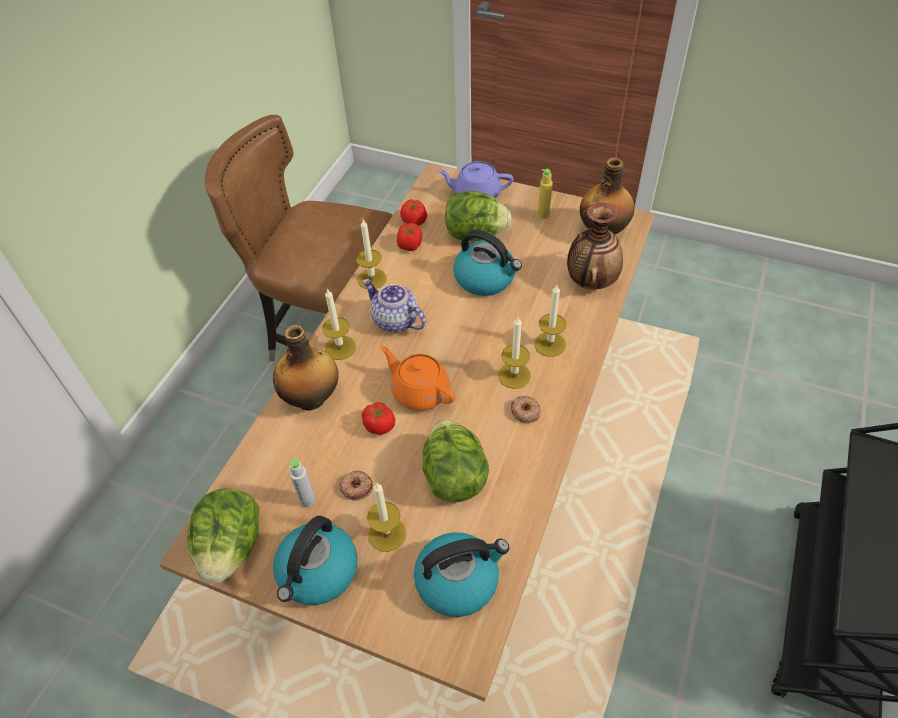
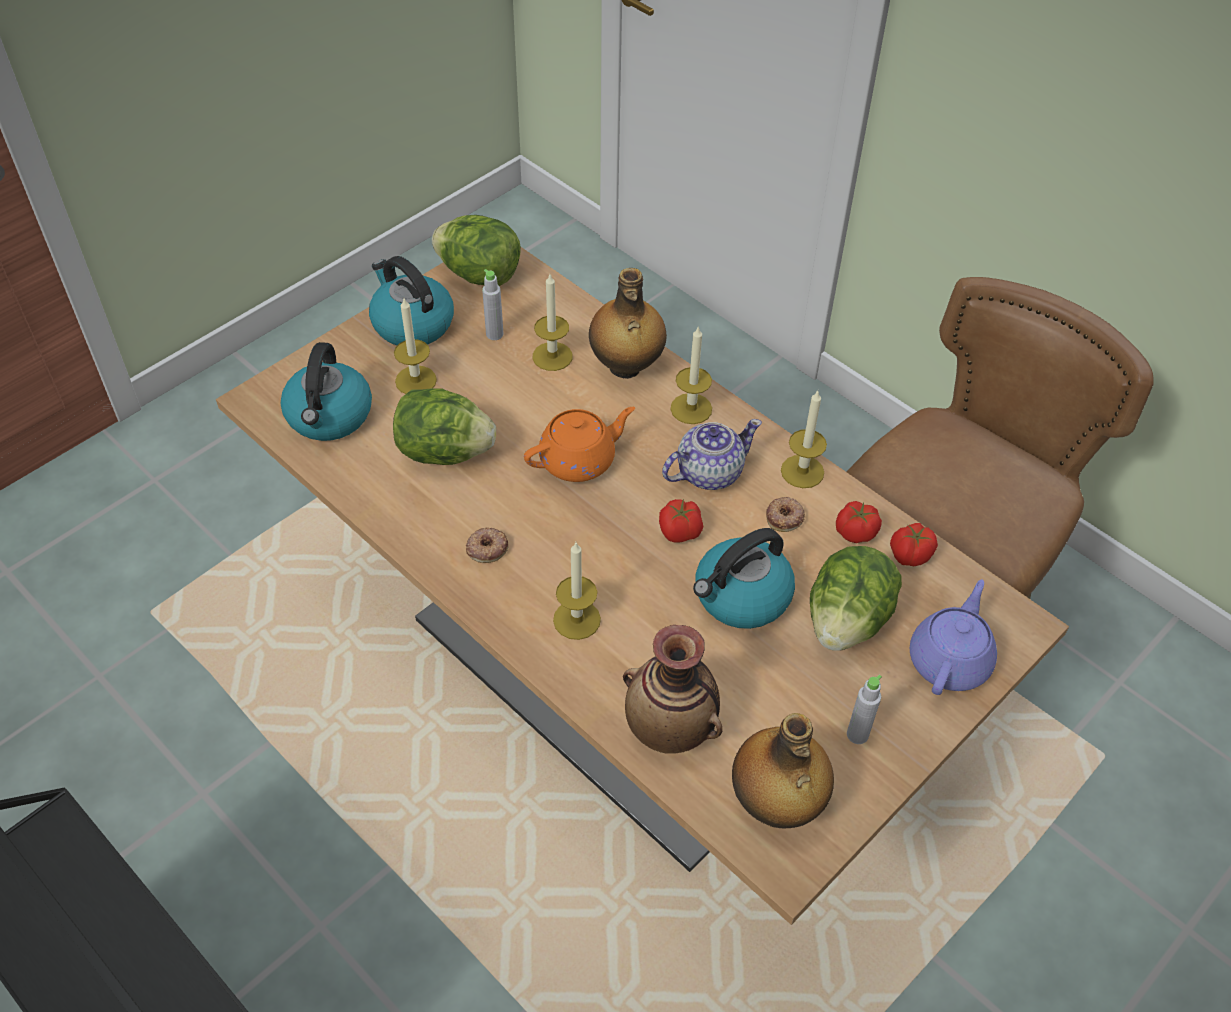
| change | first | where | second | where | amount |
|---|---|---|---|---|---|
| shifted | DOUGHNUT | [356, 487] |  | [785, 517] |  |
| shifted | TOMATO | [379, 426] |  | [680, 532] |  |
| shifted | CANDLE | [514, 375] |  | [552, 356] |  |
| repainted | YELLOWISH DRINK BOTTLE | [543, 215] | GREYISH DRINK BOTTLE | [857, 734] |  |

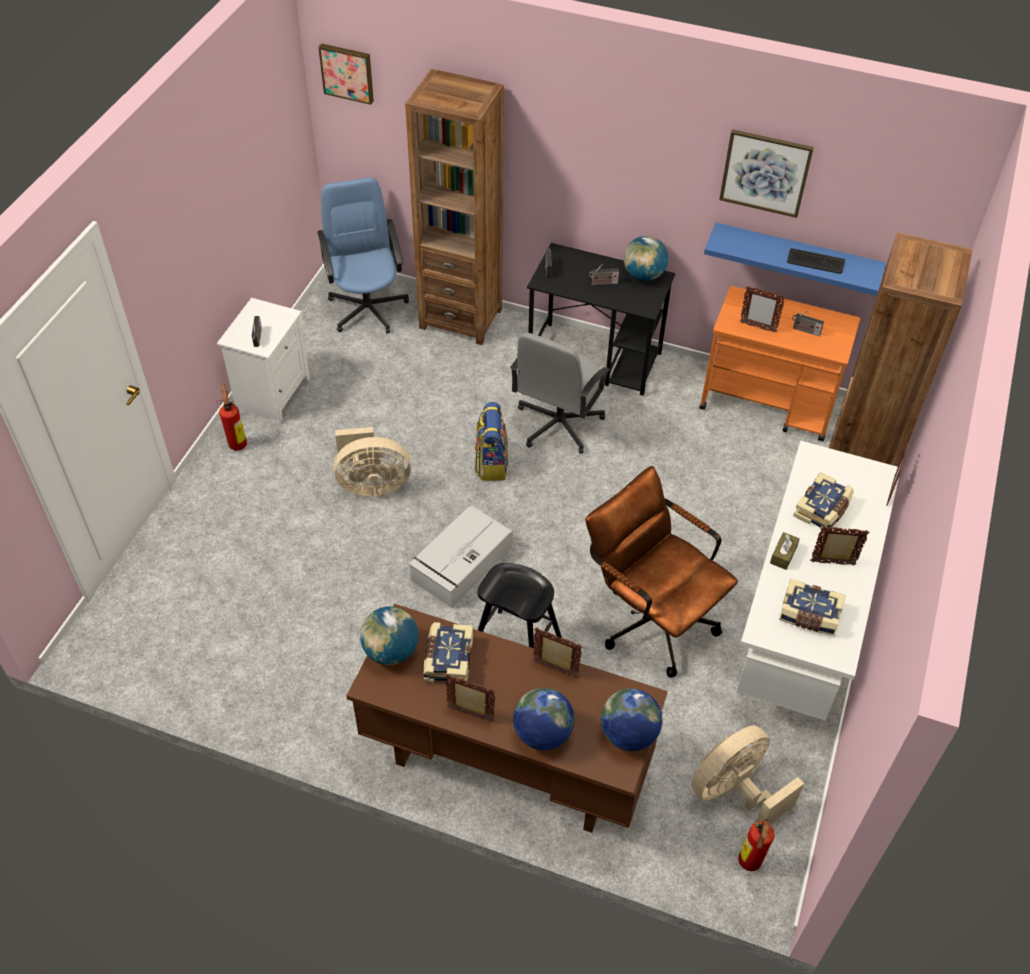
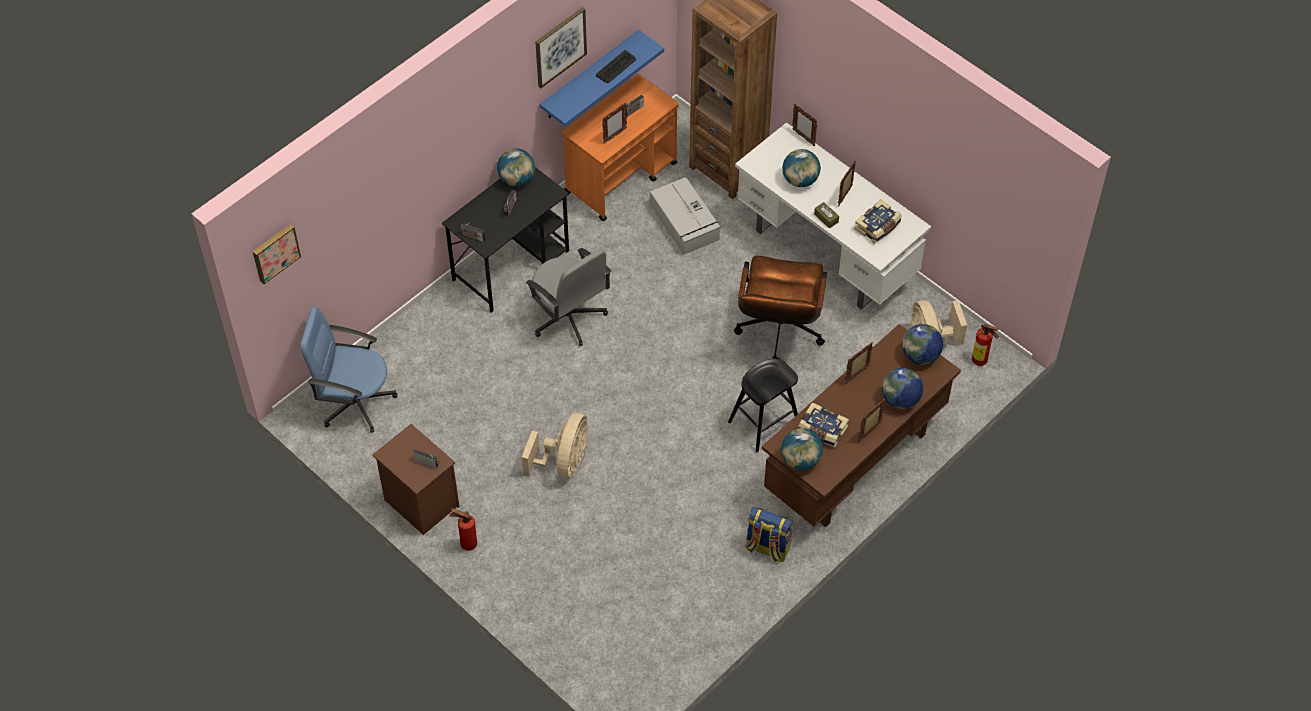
| change | first | where | second | where | amount |
|---|---|---|---|---|---|
| gone | BROWN BOOKCASE | [461, 318] |  |  |  |
| shifted | GREYISH STORAGE BOX | [460, 564] |  | [685, 223] |  |
| shifted | KNAPSACK | [491, 463] |  | [767, 548] |  |
| swapped | BOOK | [822, 509] | WORLD GLOBE | [800, 180] |  |
| repainted | WHITISH NIGHT TABLE | [272, 392] | BROWN NIGHT TABLE | [419, 503] |  |
| rotated | BROWN DESK CHAIR | [650, 618] |  | [778, 335] | 60 degrees counterclockwise |

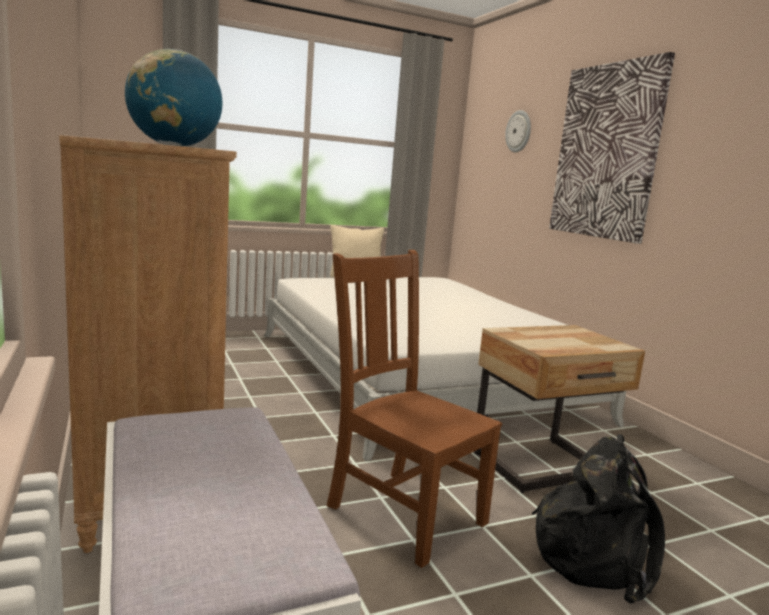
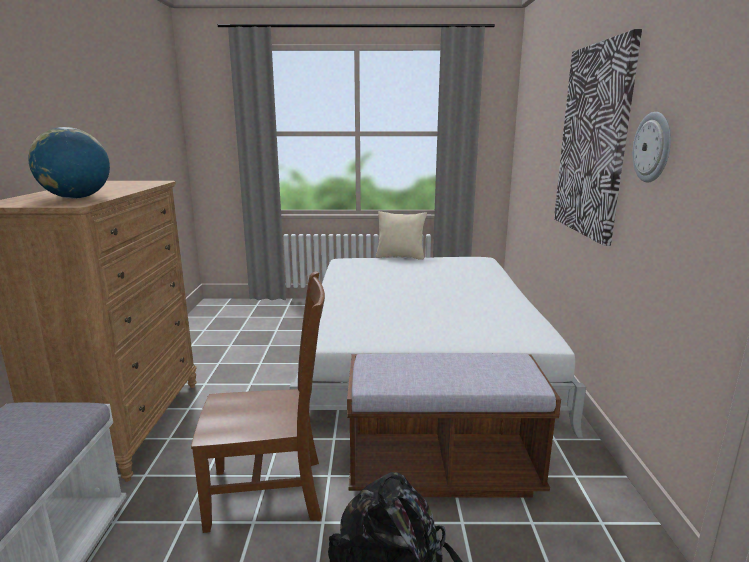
| change | first | where | second | where | amount |
|---|---|---|---|---|---|
| shifted | WALL CLOCK | [519, 131] |  | [653, 147] |  |
| swapped | BEIGE-COLOURED NIGHT TABLE | [542, 467] | BROWN BENCH | [442, 471] |  |
| rotated | BROWN CHAIR | [402, 511] |  | [270, 493] | 105 degrees clockwise |

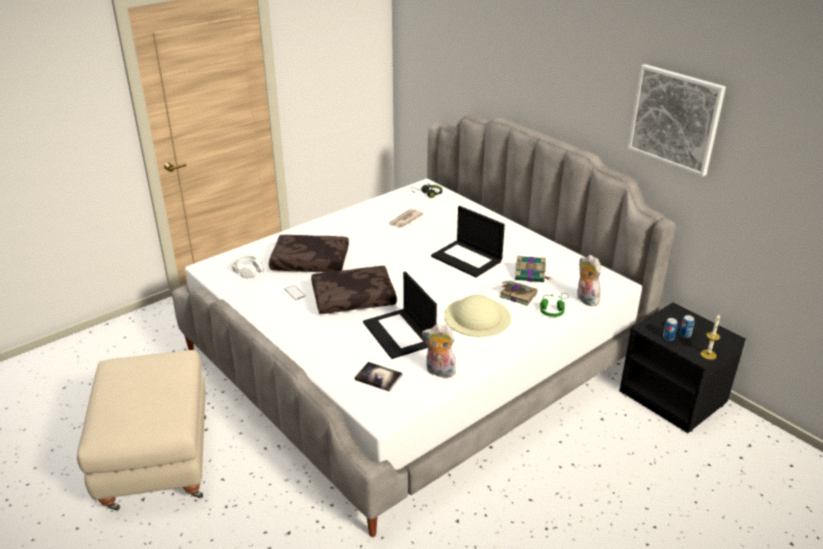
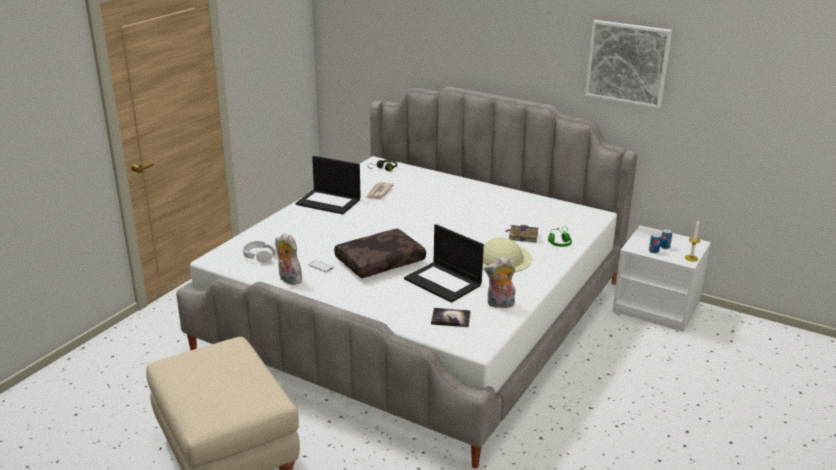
| change | first | where | second | where | amount |
|---|---|---|---|---|---|
| gone | BROWN PILLOW | [309, 262] |  |  |  |
| gone | BOOK | [530, 275] |  |  |  |
| shifted | LAPTOP | [467, 259] |  | [329, 202] |  |
| shifted | SOFT TOY | [585, 299] |  | [288, 279] |  |
| repainted | BLACKISH NIGHT TABLE | [674, 397] | WHITISH NIGHT TABLE | [657, 307] |  |

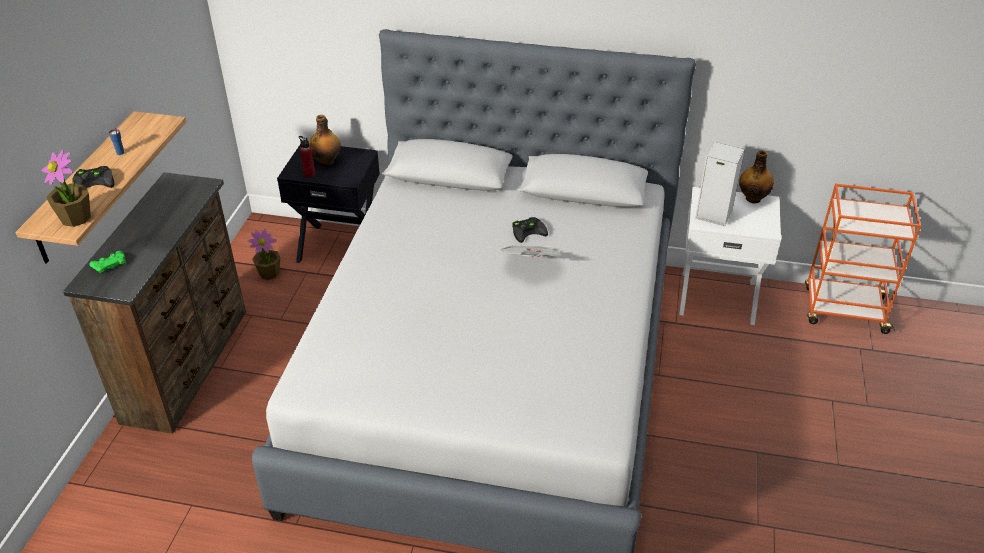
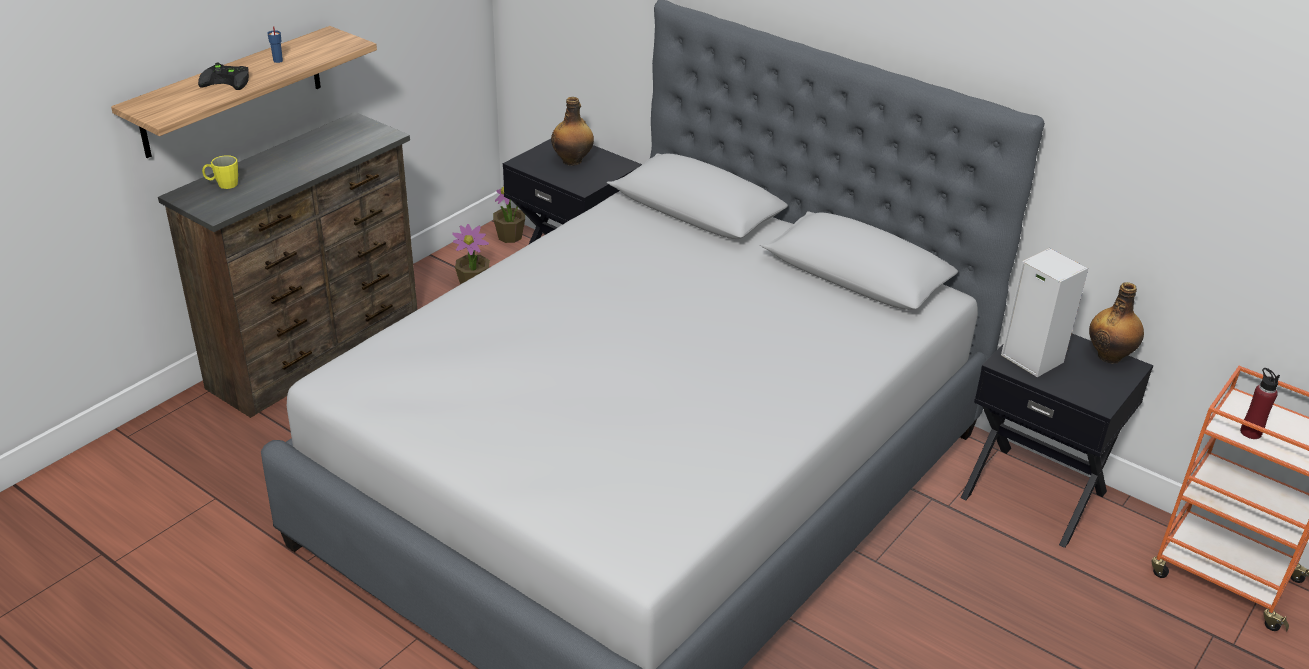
| change | first | where | second | where | amount |
|---|---|---|---|---|---|
| gone | PRINTED PAPER | [533, 264] |  |  |  |
| gone | BLACKISH JOYPAD | [529, 230] |  |  |  |
| shifted | HOUSEPLANT | [76, 218] |  | [510, 237] |  |
| shifted | RED DRINK BOTTLE | [309, 174] |  | [1250, 432] |  |
| swapped | GREEN JOYPAD | [109, 264] | YELLOWISH COFFEE MUG | [223, 184] |  |
| repainted | WHITISH NIGHT TABLE | [717, 296] | BLACKISH NIGHT TABLE | [1034, 493] |  |

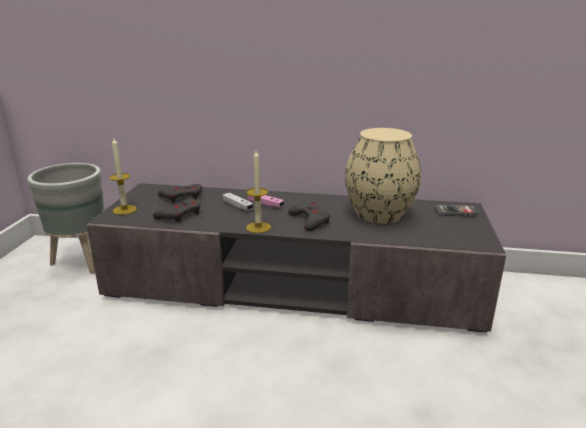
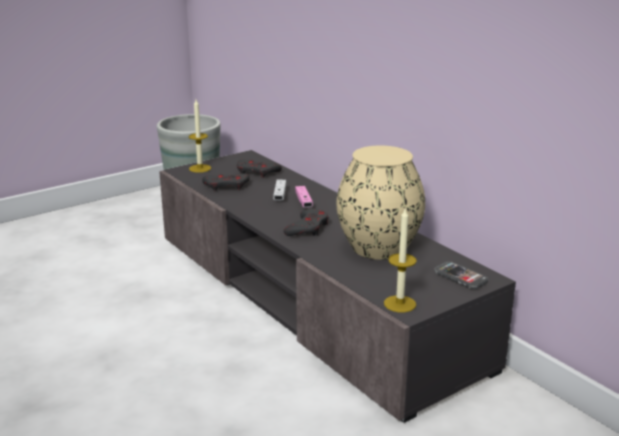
| change | first | where | second | where | amount |
|---|---|---|---|---|---|
| shifted | CANDLE | [258, 227] |  | [400, 304] |  |

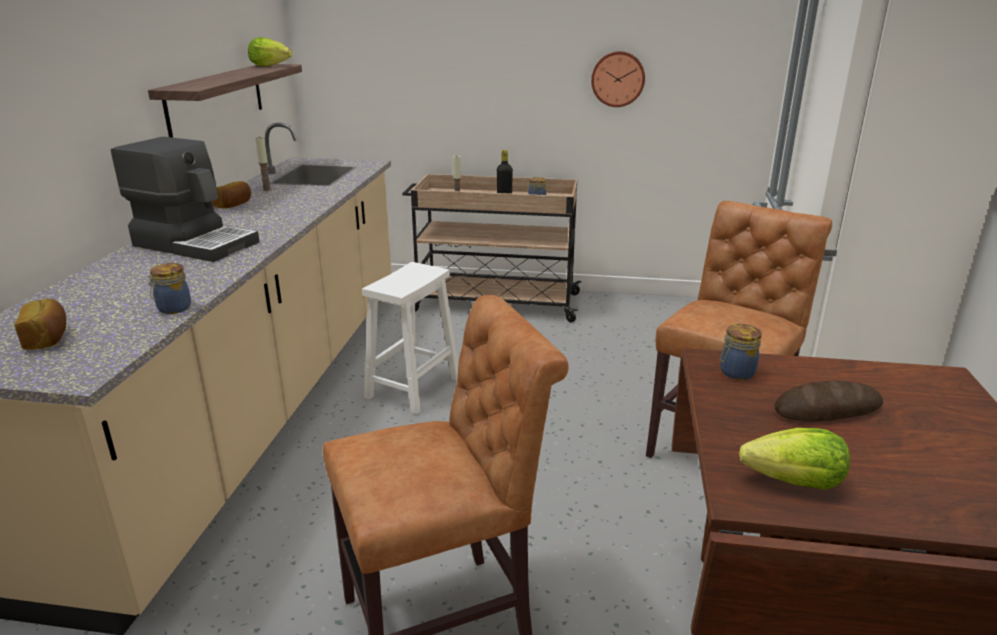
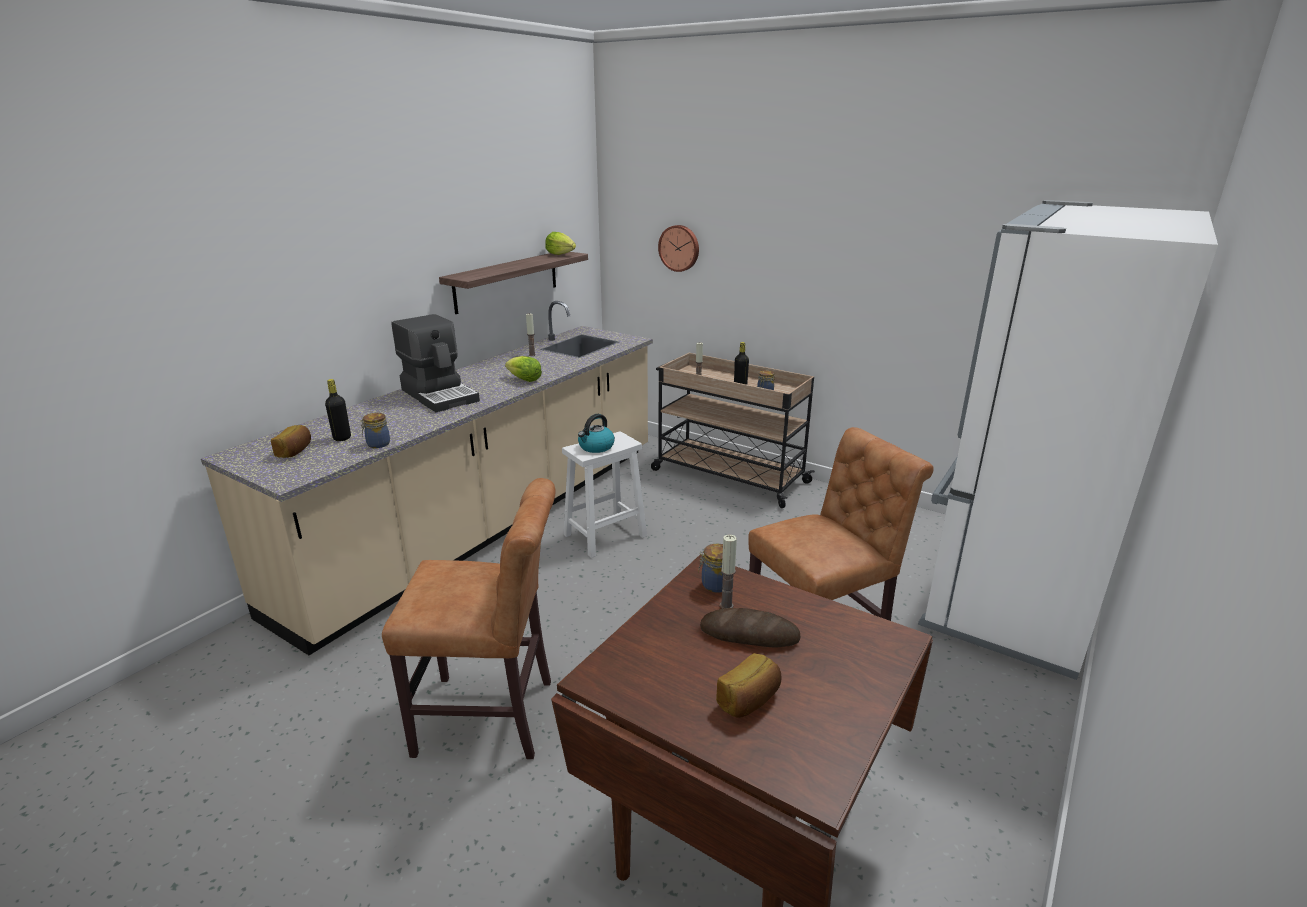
| change | first | where | second | where | amount |
|---|---|---|---|---|---|
| new |  |  | BLACKISH DRINK BOTTLE | [342, 438] |  |
| new |  |  | WATER KETTLE | [596, 447] |  |
| new |  |  | CANDLE | [726, 605] |  |
| shifted | BREAD | [233, 205] |  | [749, 700] |  |
| shifted | WALL CLOCK | [618, 79] |  | [679, 248] |  |
| shifted | LETTUCE HEAD | [794, 483] |  | [524, 380] |  |

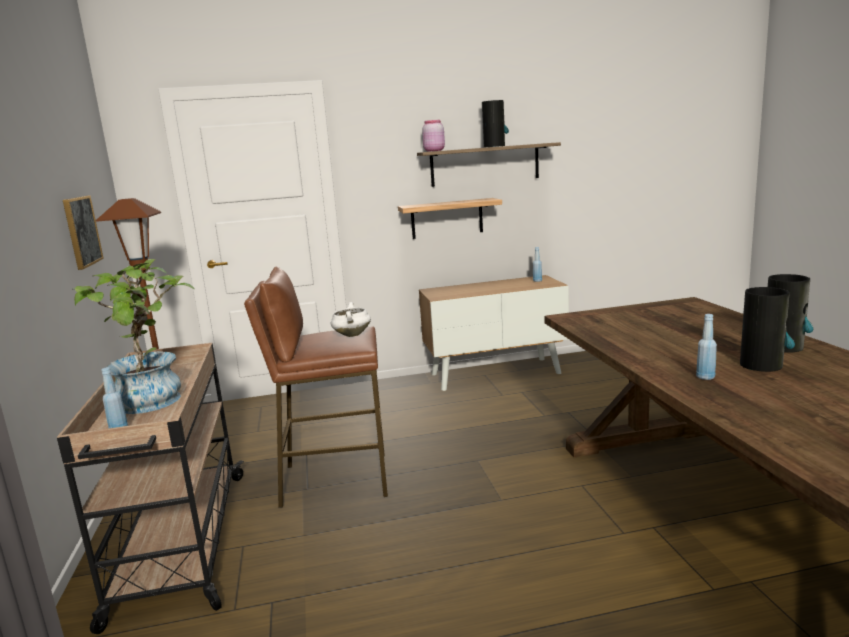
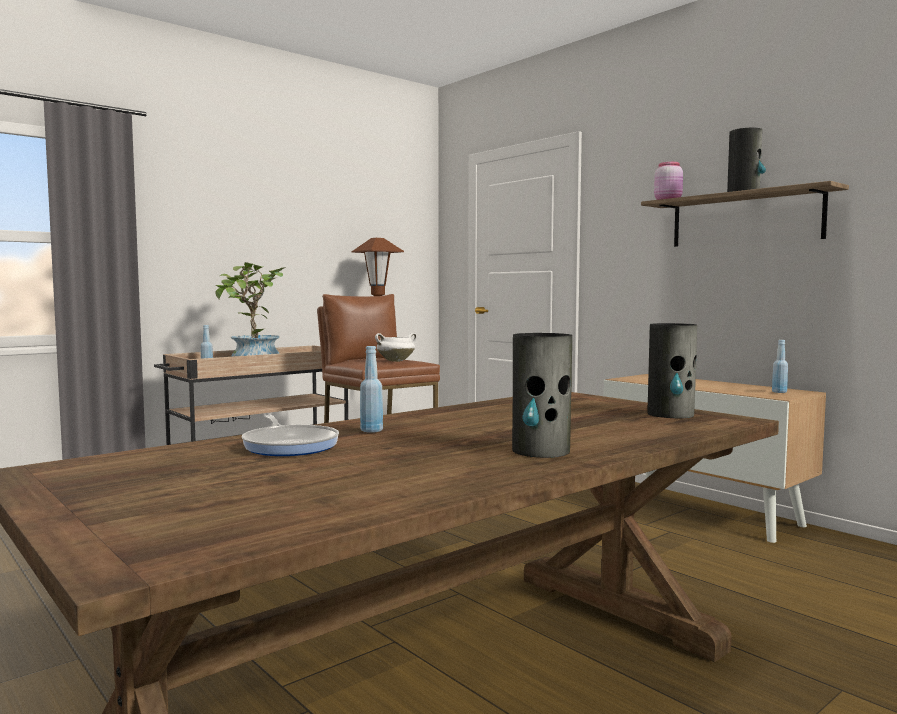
| change | first | where | second | where | amount |
|---|---|---|---|---|---|
| gone | WALL PICTURE | [81, 231] |  |  |  |
| gone | WALL SHELF | [447, 218] |  |  |  |
| new |  |  | FRYING PAN | [290, 445] |  |
| shifted | VASE | [761, 365] |  | [671, 414] |  |

